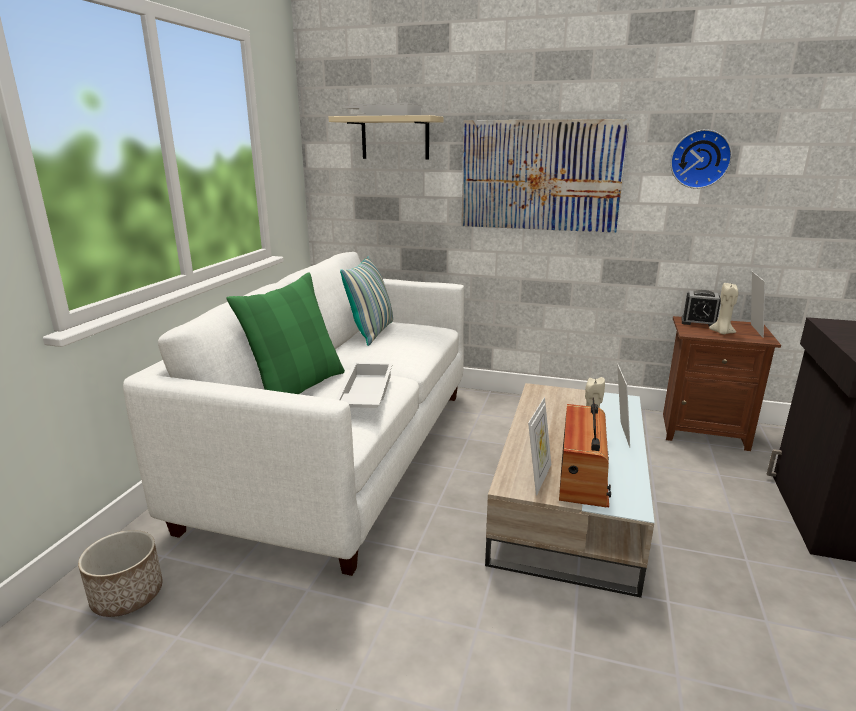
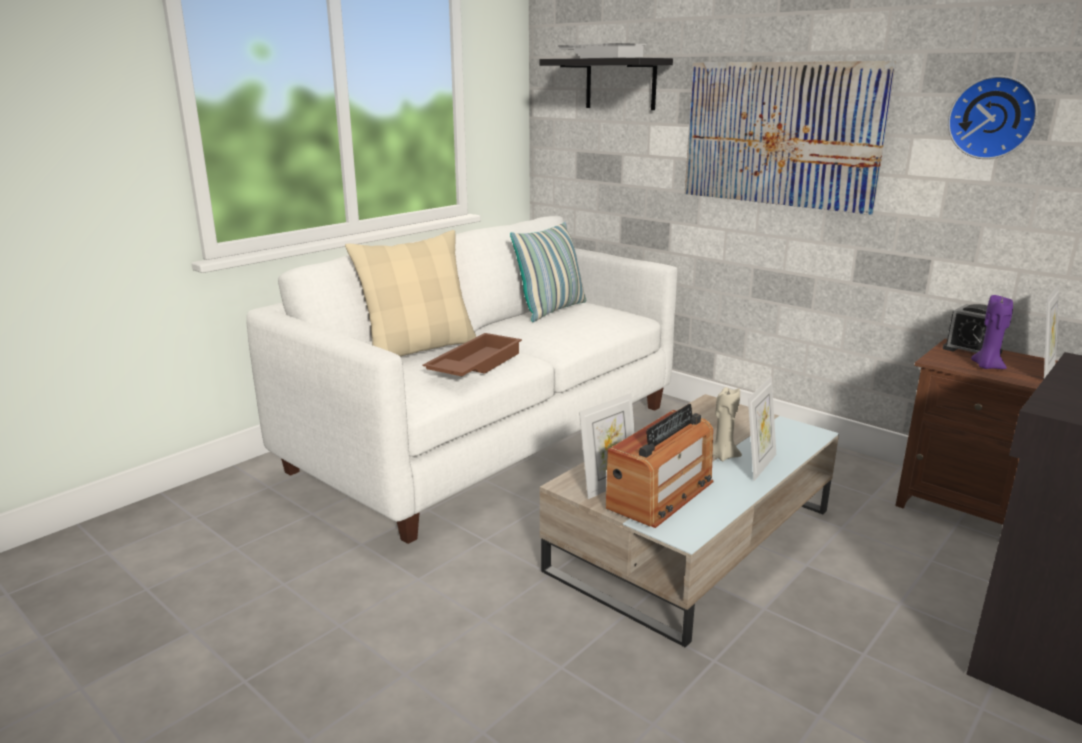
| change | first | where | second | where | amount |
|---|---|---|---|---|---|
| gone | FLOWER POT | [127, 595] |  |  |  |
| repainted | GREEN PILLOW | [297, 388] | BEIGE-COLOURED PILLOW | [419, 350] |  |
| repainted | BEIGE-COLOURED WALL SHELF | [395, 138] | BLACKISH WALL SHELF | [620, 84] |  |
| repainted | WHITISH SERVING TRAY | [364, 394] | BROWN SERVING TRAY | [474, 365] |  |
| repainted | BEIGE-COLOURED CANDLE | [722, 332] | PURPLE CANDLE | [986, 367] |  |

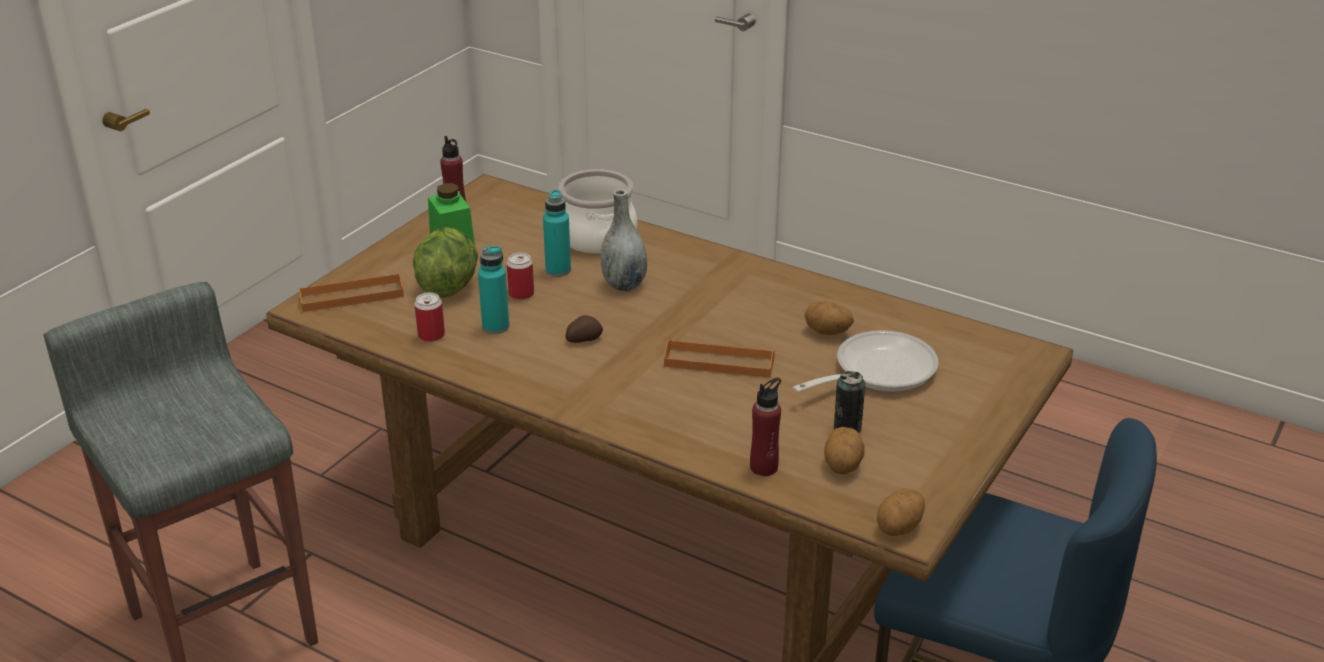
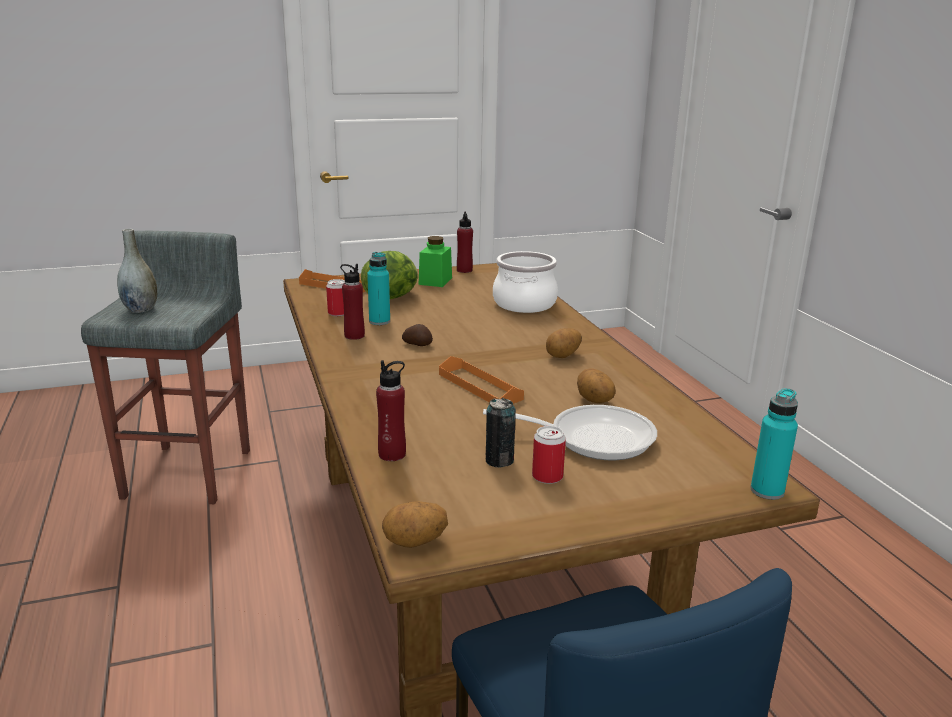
| change | first | where | second | where | amount |
|---|---|---|---|---|---|
| new |  |  | RED DRINK BOTTLE | [354, 336] |  |
| shifted | METAL CAN | [521, 294] |  | [547, 476] |  |
| shifted | TURQUOISE-COLOURED DRINK BOTTLE | [558, 270] |  | [767, 491] |  |
| shifted | GREYISH VASE | [624, 285] |  | [140, 309] |  |
| shifted | POTATO | [843, 465] |  | [563, 356] |  |

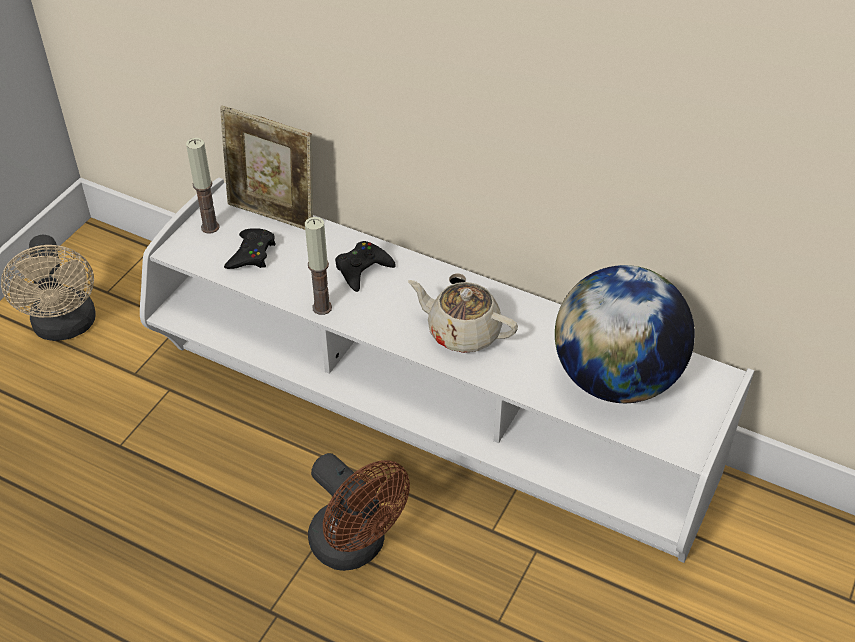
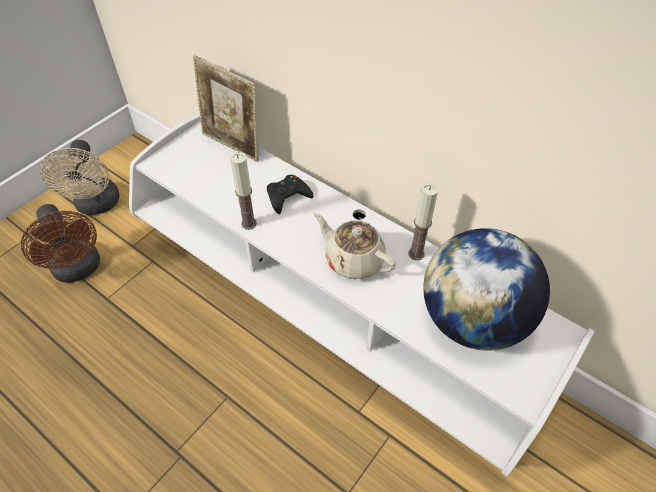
| change | first | where | second | where | amount |
|---|---|---|---|---|---|
| gone | BLACKISH JOYPAD | [251, 254] |  |  |  |
| shifted | CANDLE | [210, 227] |  | [416, 254] |  |
| shifted | BROWN FAN | [356, 547] |  | [79, 269] |  |

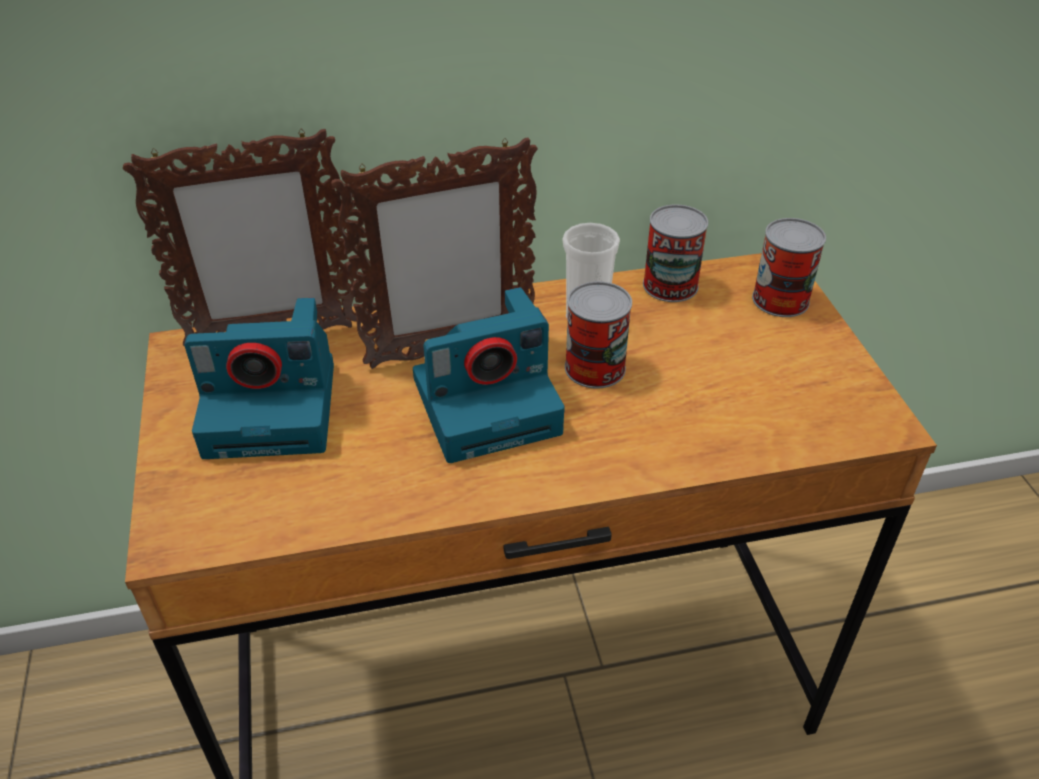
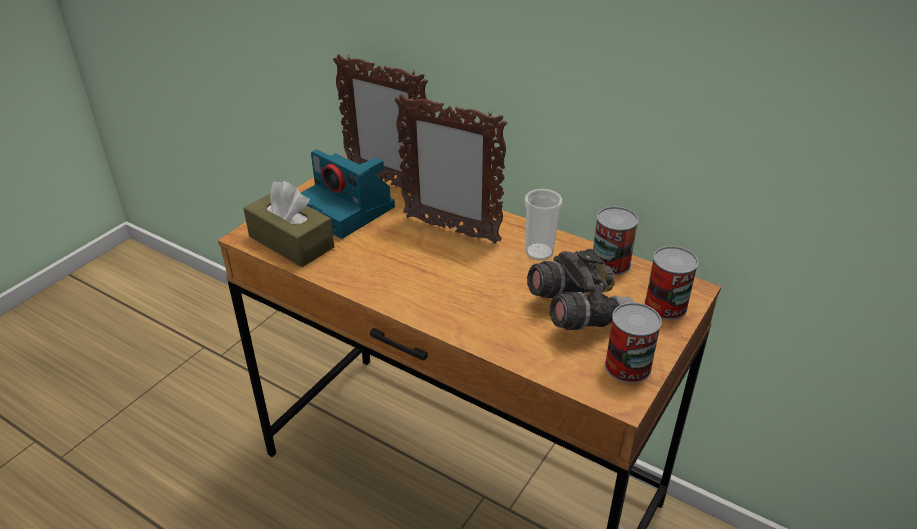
| change | first | where | second | where | amount |
|---|---|---|---|---|---|
| gone | PHOTO CAMERA | [489, 403] |  |  |  |
| new |  |  | BROWN TISSUE BOX | [291, 242] |  |
| new |  |  | GREYISH FIELD GLASSES | [577, 312] |  |
| shifted | METAL CAN | [595, 368] |  | [628, 366] |  |

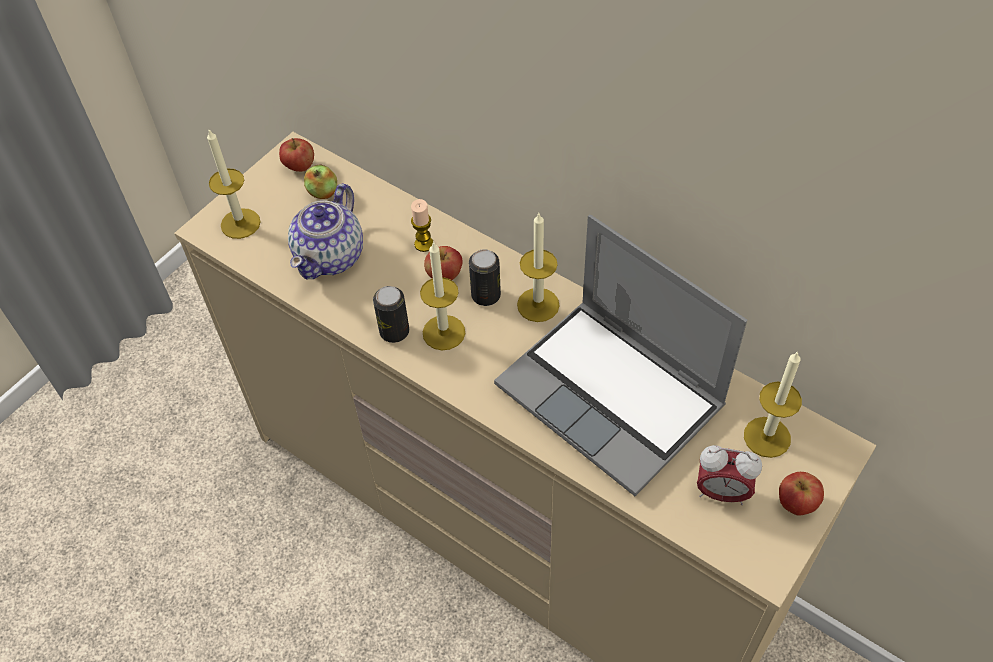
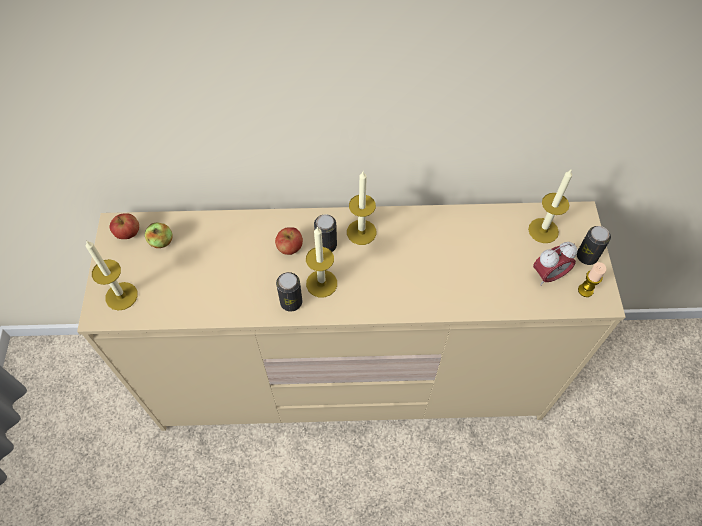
| change | first | where | second | where | amount |
|---|---|---|---|---|---|
| gone | POT FOR TEA | [331, 256] |  |  |  |
| gone | LAPTOP | [613, 396] |  |  |  |
| shifted | CANDLE | [424, 244] |  | [585, 290] |  |
| swapped | WHOLE APPLE | [796, 503] | METAL CAN | [586, 256] |  |

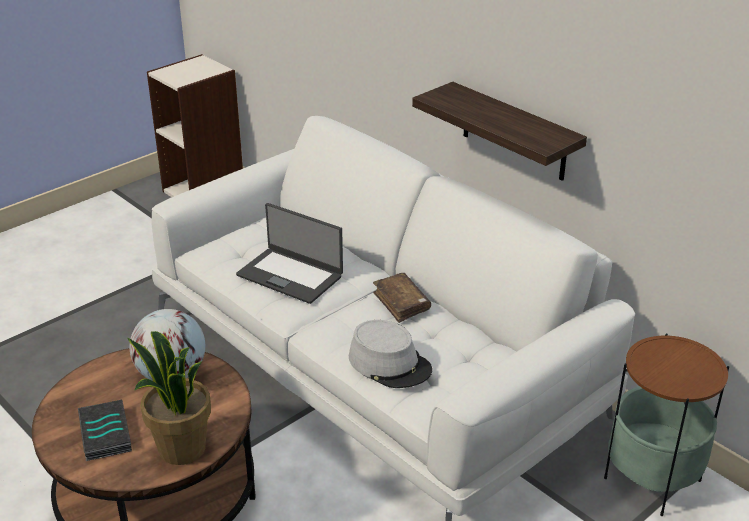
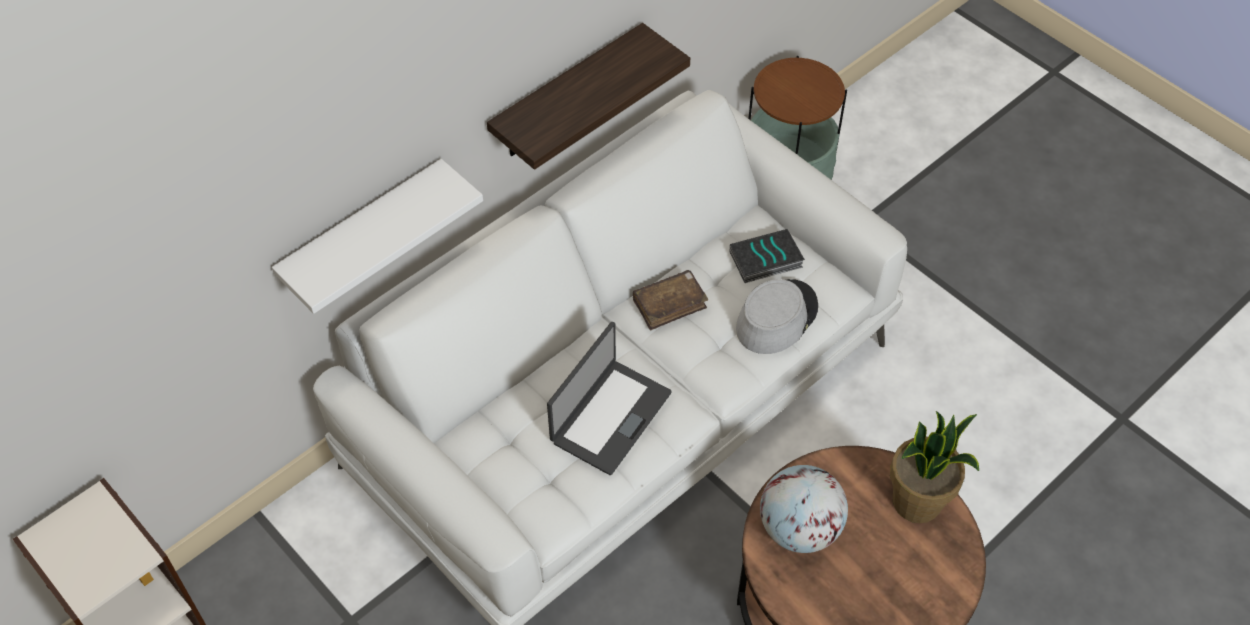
| change | first | where | second | where | amount |
|---|---|---|---|---|---|
| new |  |  | WHITISH WALL SHELF | [363, 233] |  |
| shifted | BOOK | [103, 434] |  | [765, 261] |  |

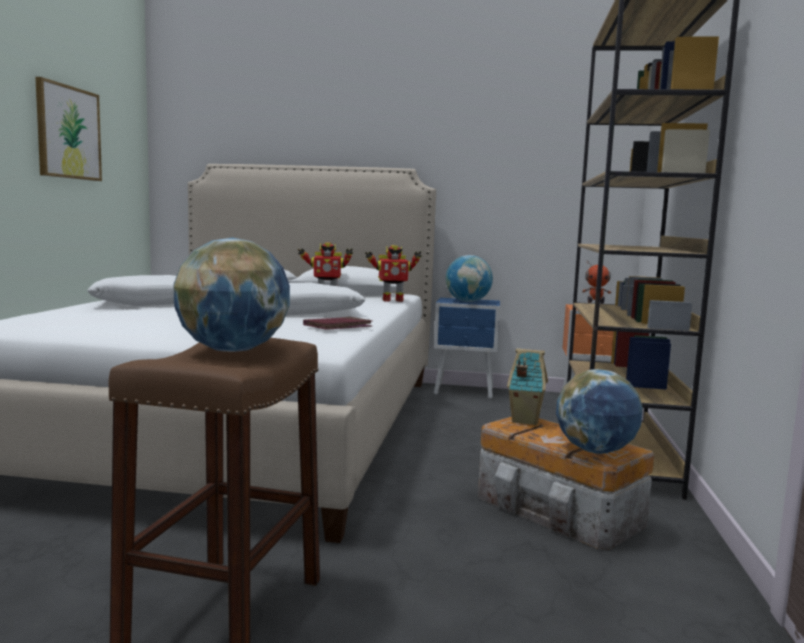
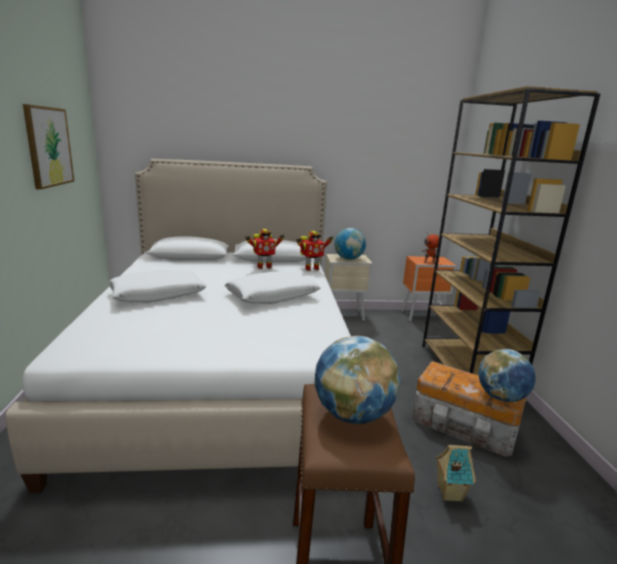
| change | first | where | second | where | amount |
|---|---|---|---|---|---|
| gone | RED BOOK | [338, 327] |  |  |  |
| shifted | TOY HOUSE | [524, 420] |  | [449, 493] |  |
| repainted | BLUISH NIGHT TABLE | [465, 392] | BEIGE-COLOURED NIGHT TABLE | [344, 315] |  |

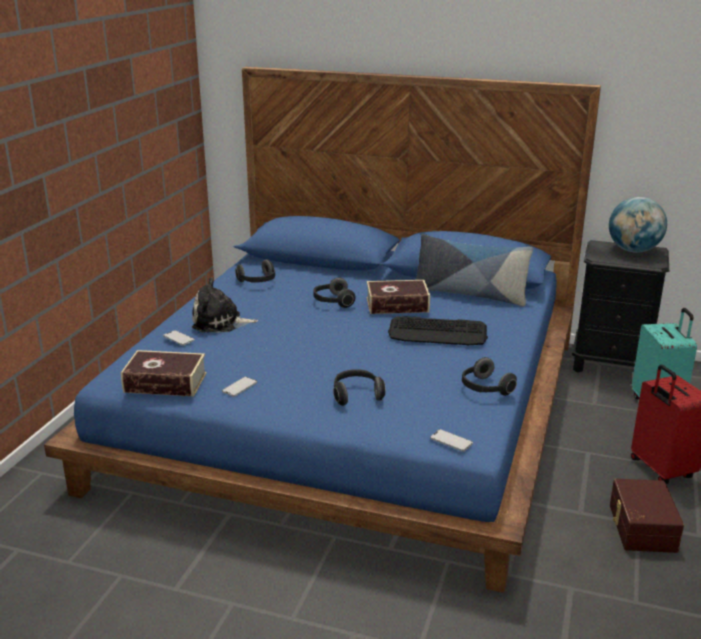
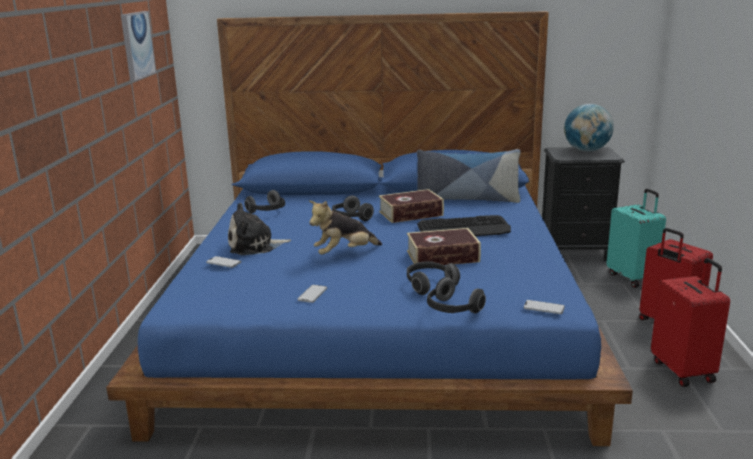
| change | first | where | second | where | amount |
|---|---|---|---|---|---|
| new |  |  | WALL PICTURE | [137, 45] |  |
| new |  |  | SOFT TOY | [344, 253] |  |
| shifted | BOOK | [165, 382] |  | [442, 256] |  |
| shifted | PAIR OF HEADPHONES | [485, 389] |  | [452, 310] |  |
| swapped | BROWN STORAGE BOX | [640, 527] | RED PIECE OF LUGGAGE | [684, 371] |  |

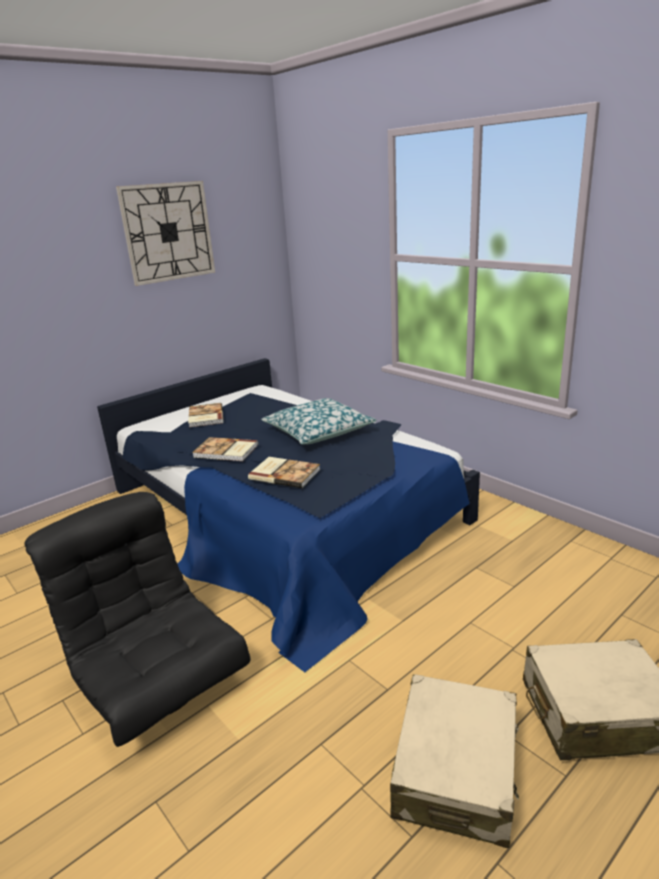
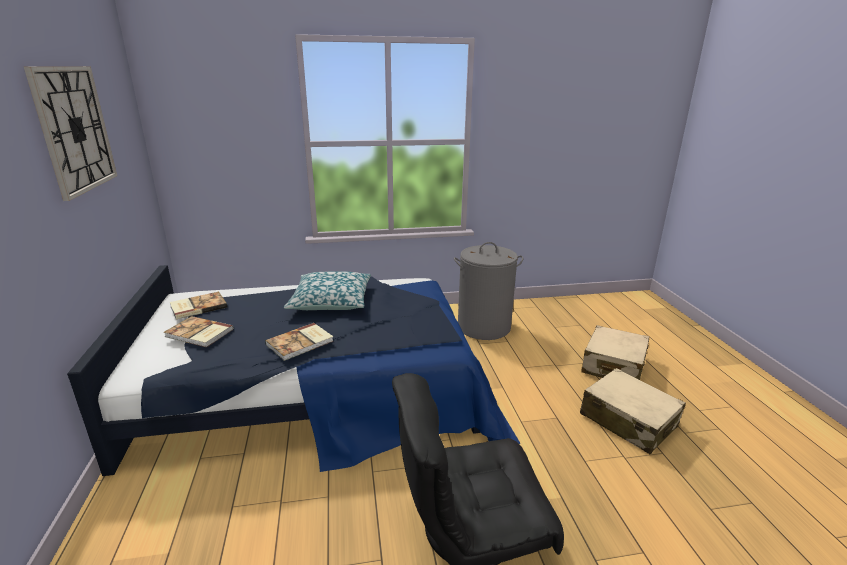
| change | first | where | second | where | amount |
|---|---|---|---|---|---|
| new |  |  | GREYISH HAMPER | [484, 327] |  |
| shifted | BOOK | [284, 474] |  | [198, 306] |  |

